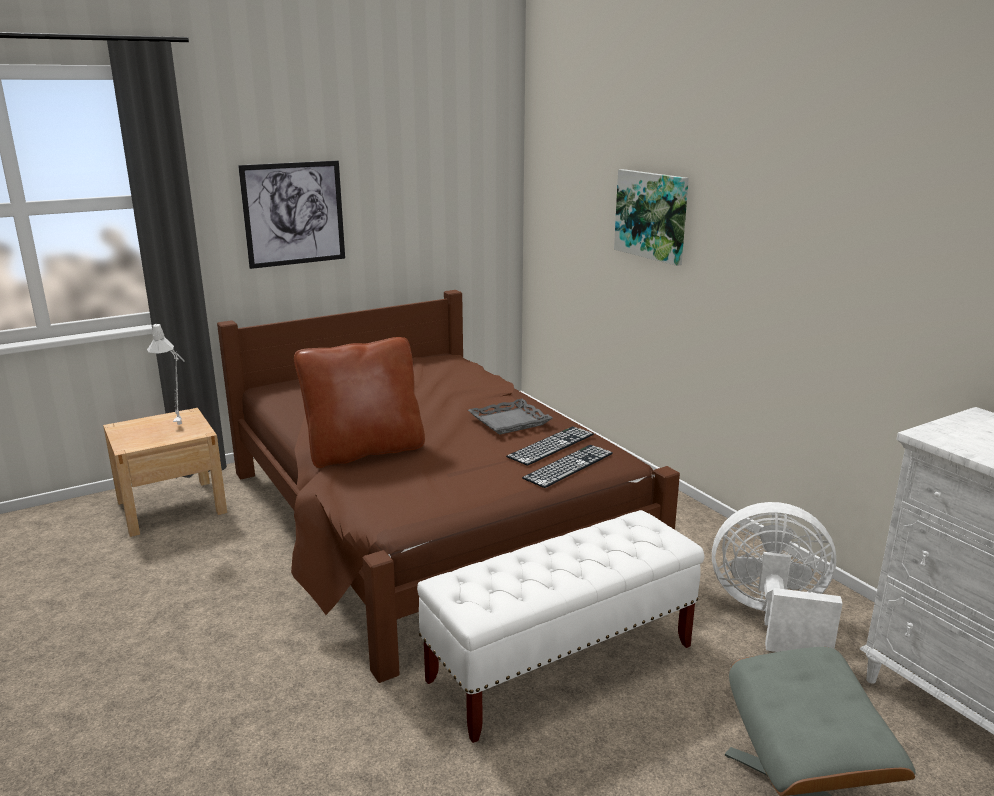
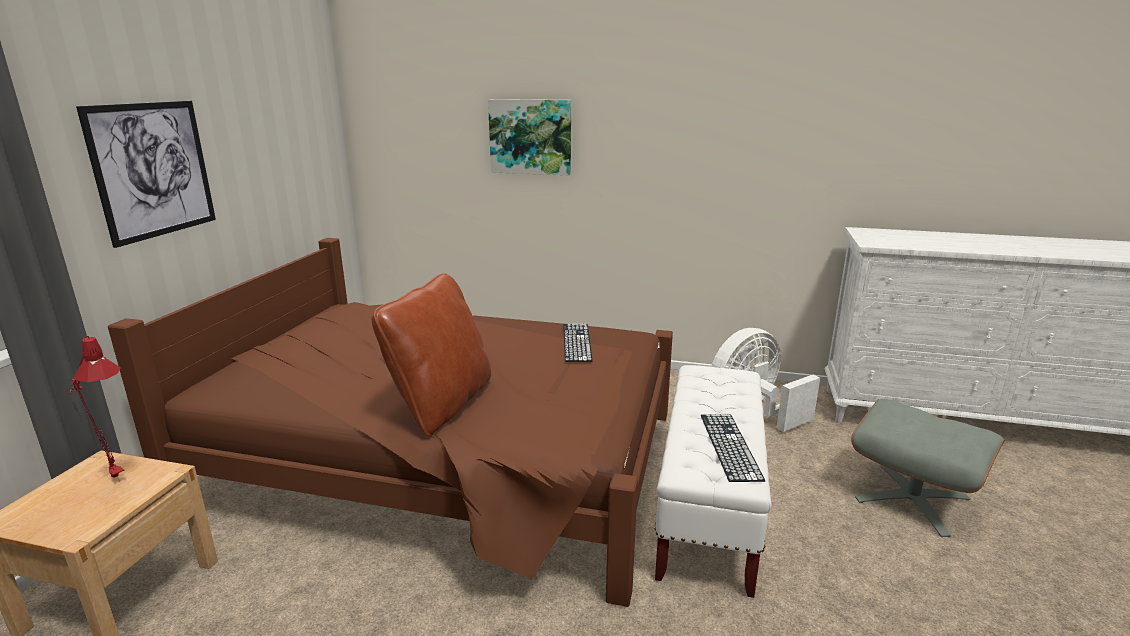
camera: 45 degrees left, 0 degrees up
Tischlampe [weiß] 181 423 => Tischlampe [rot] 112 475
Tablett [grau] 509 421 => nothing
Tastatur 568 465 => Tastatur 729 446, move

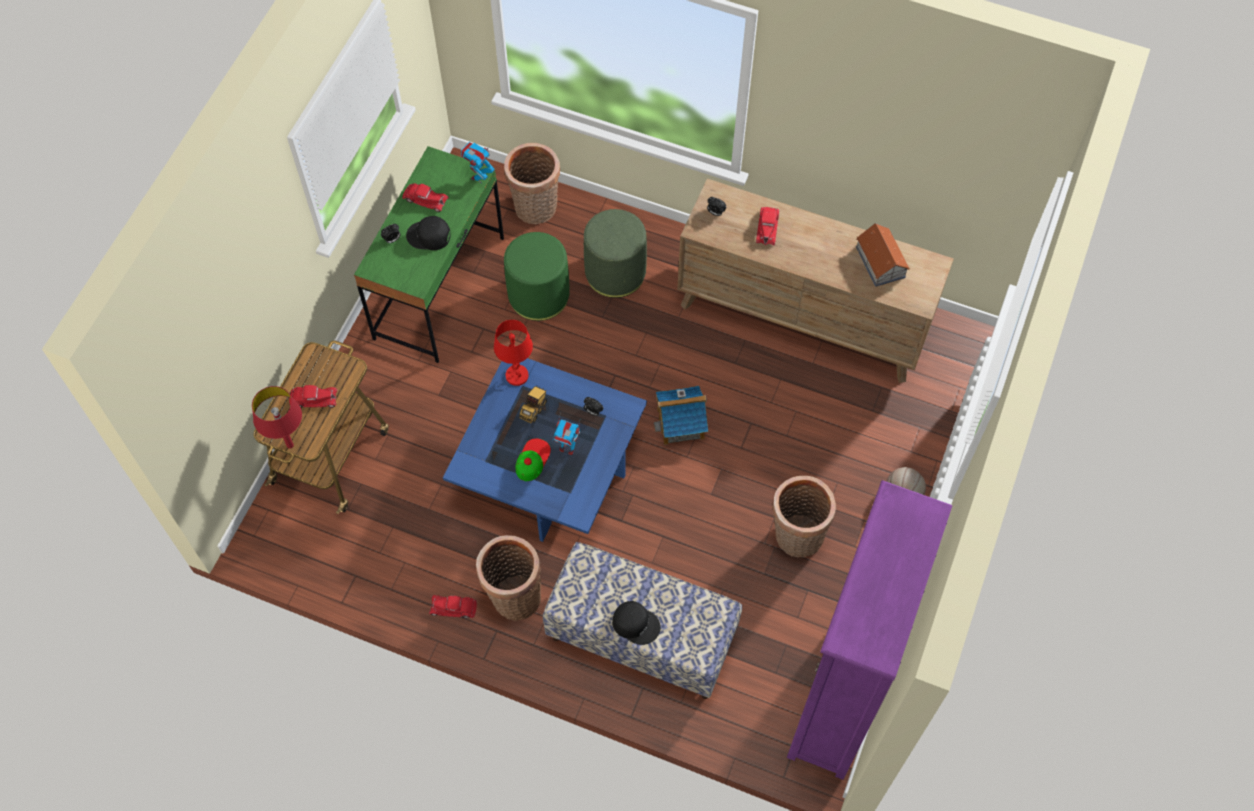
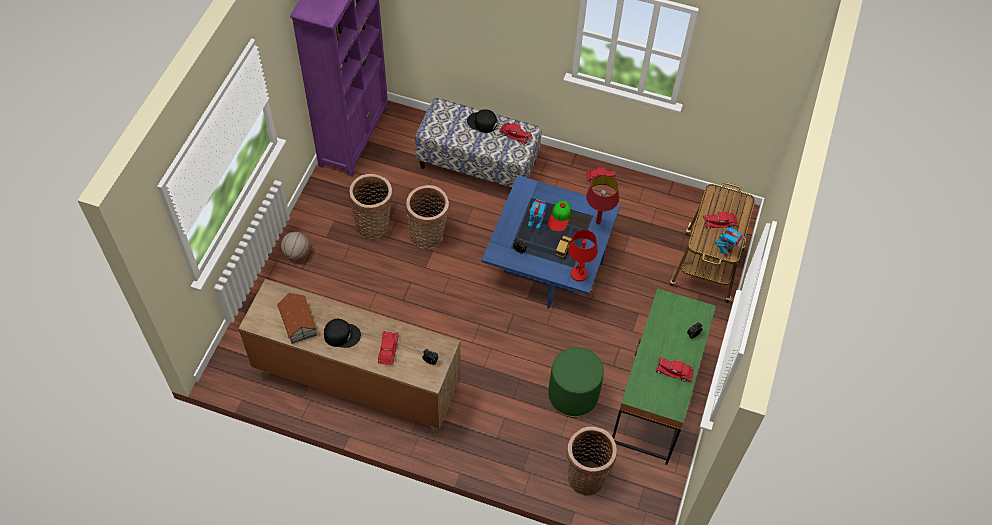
camera: 175 degrees right, 5 degrees down
Spielzeugroboter 479 177 => Spielzeugroboter 725 251, move
Polsterhocker [grün] 615 272 => nothing
Kappe [schwarz] 429 236 => Kappe [schwarz] 342 334, move
Tischlampe [rot] 290 445 => Tischlampe [rot] 598 222, move
Spielzeughaus 681 423 => nothing
Korb 513 596 => Korb 429 236, move
nothing => Spielzeugauto [rot] 515 135

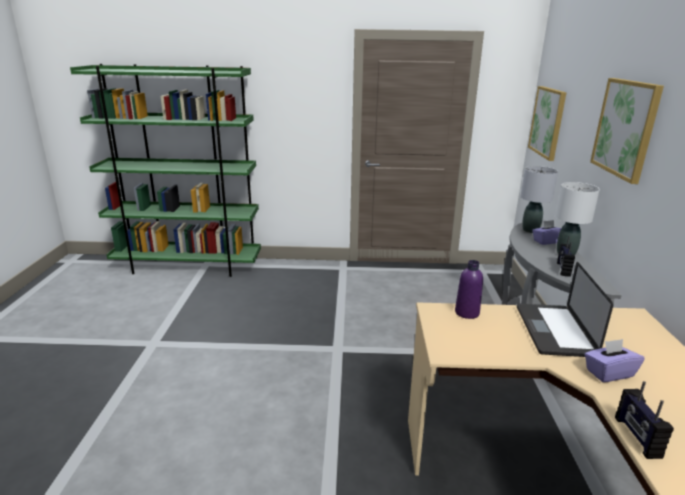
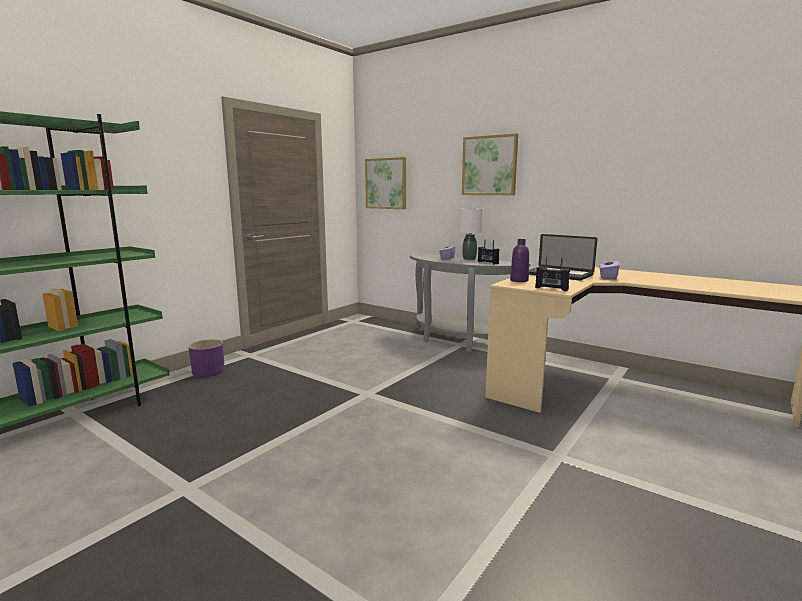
camera: 55 degrees left, 10 degrees down
Tischlampe [grau] 530 230 => nothing
Radio 636 437 => Radio 551 289, move
nothing => Pflanzkübel [lila] 208 371

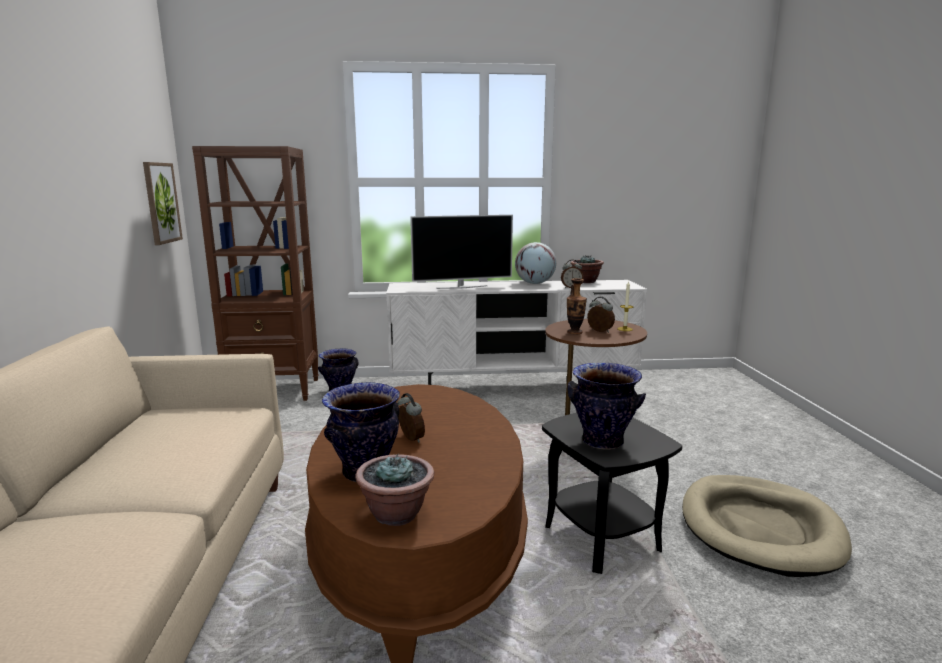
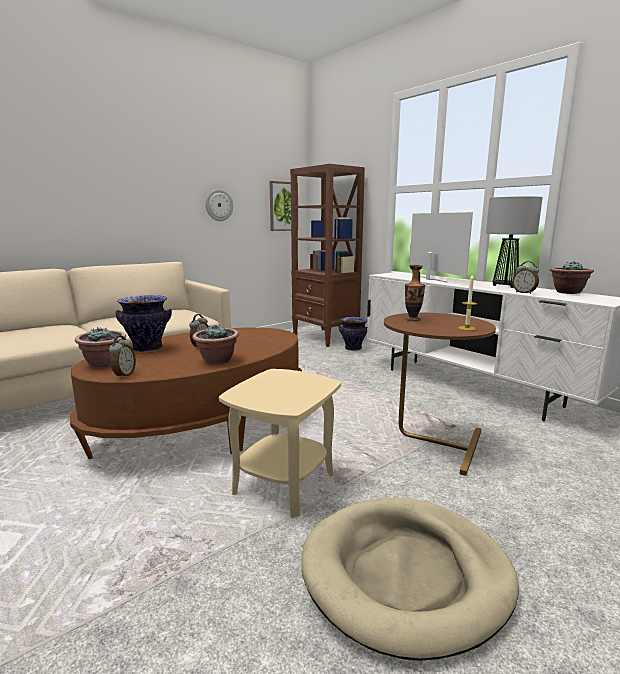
camera: 55 degrees right, 0 degrees up
Fernseher 461 287 => Fernseher 431 279, 150 degrees counterclockwise
Globus 535 283 => Tischlampe 505 286
Wecker 599 331 => Wecker 124 375, move
Vase 602 441 => nothing
Beistelltisch [schwarz] 602 537 => Beistelltisch [beige] 284 484
nothing => Wanduhr 219 205
nothing => Topfpflanze 217 361

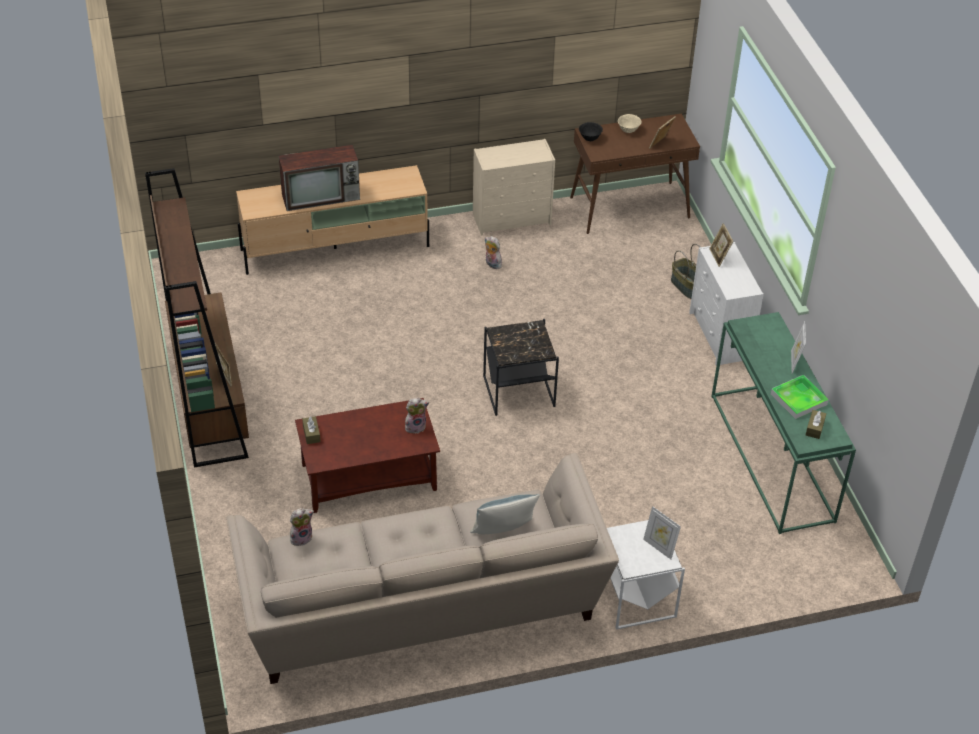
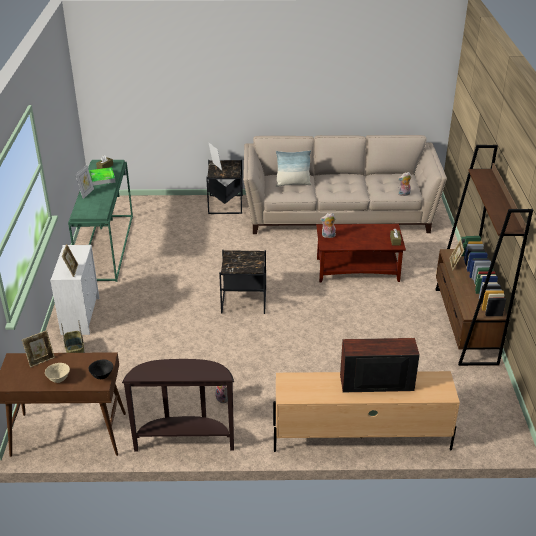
camera: 165 degrees left, 10 degrees down
Kommode [beige] 512 219 => Konsolentisch [braun] 184 441
Beistelltisch [weiß] 635 597 => Beistelltisch [schwarz] 226 204

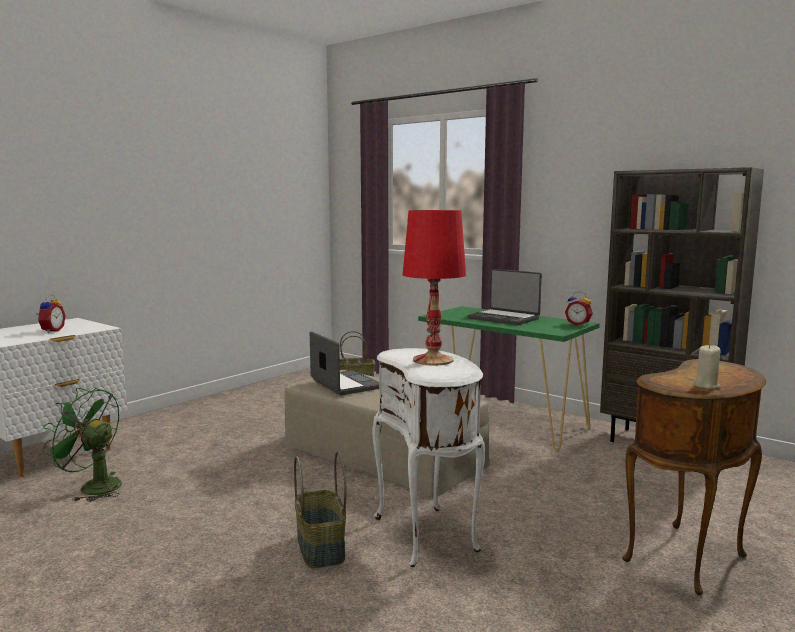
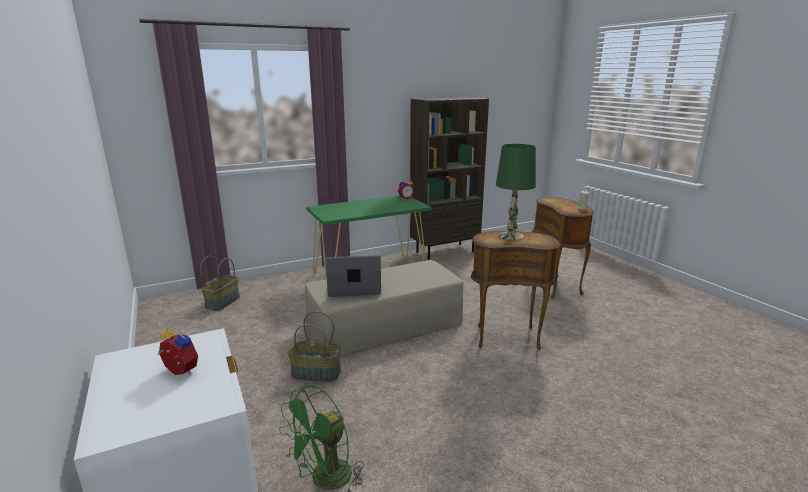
camera: 65 degrees left, 10 degrees up
Tischlampe [rot] 433 360 => Tischlampe [grün] 510 236
Laptop 504 318 => nothing
Beistelltisch [weiß] 429 534 => Beistelltisch [braun] 506 336
Korb 319 547 => Korb 315 374, move

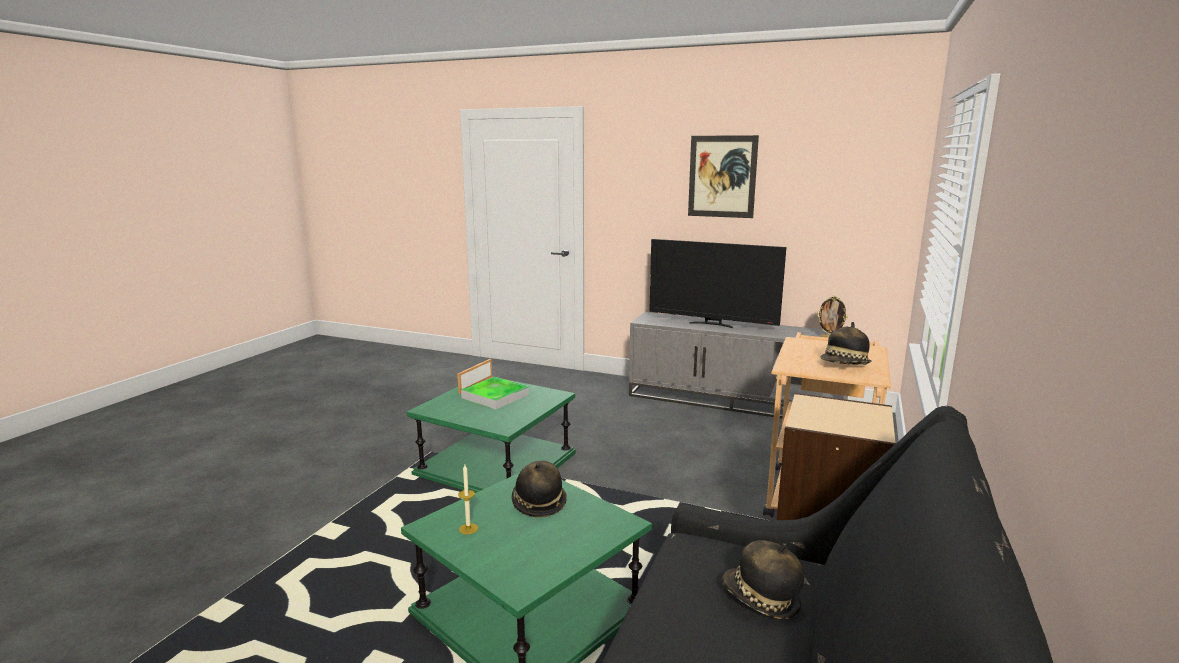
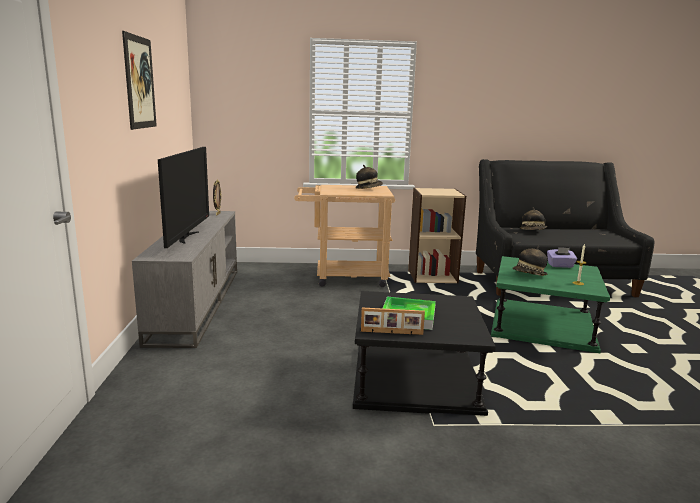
camera: 115 degrees left, 0 degrees up
Beistelltisch [grün] 496 464 => Beistelltisch [schwarz] 416 378
nothing => Taschentuchbox [lila] 560 265

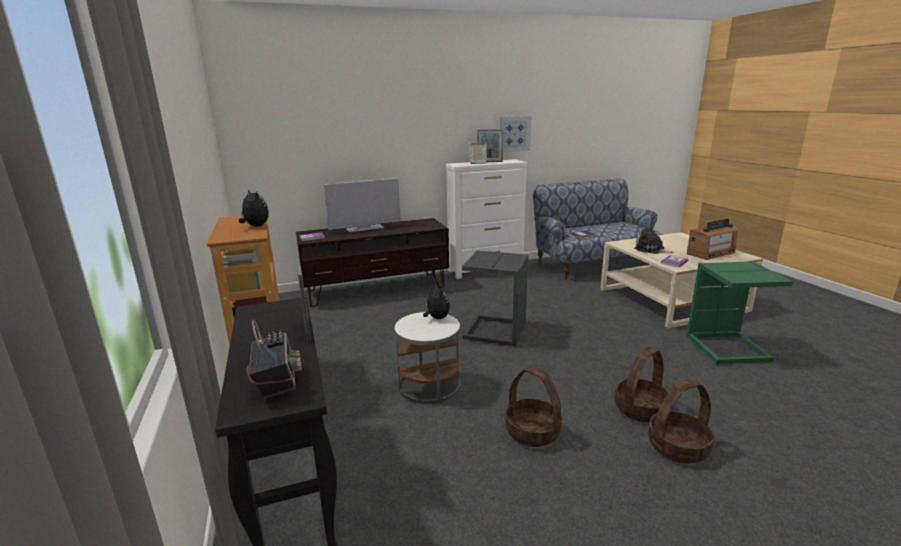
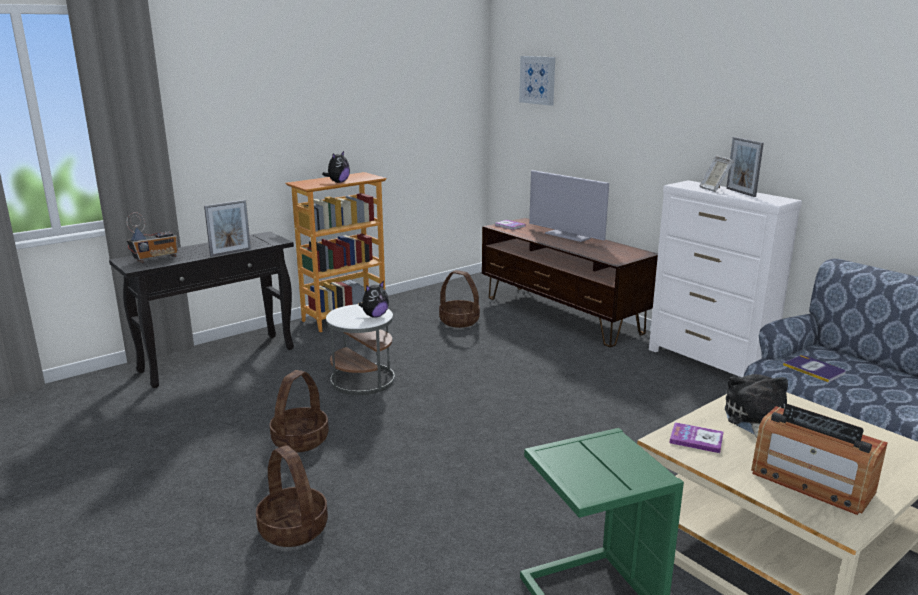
camera: 70 degrees right, 0 degrees up
Bild 514 134 => Bild 537 80, move
Beistelltisch [grau] 494 331 => nothing
Korb 640 409 => Korb 459 321, move

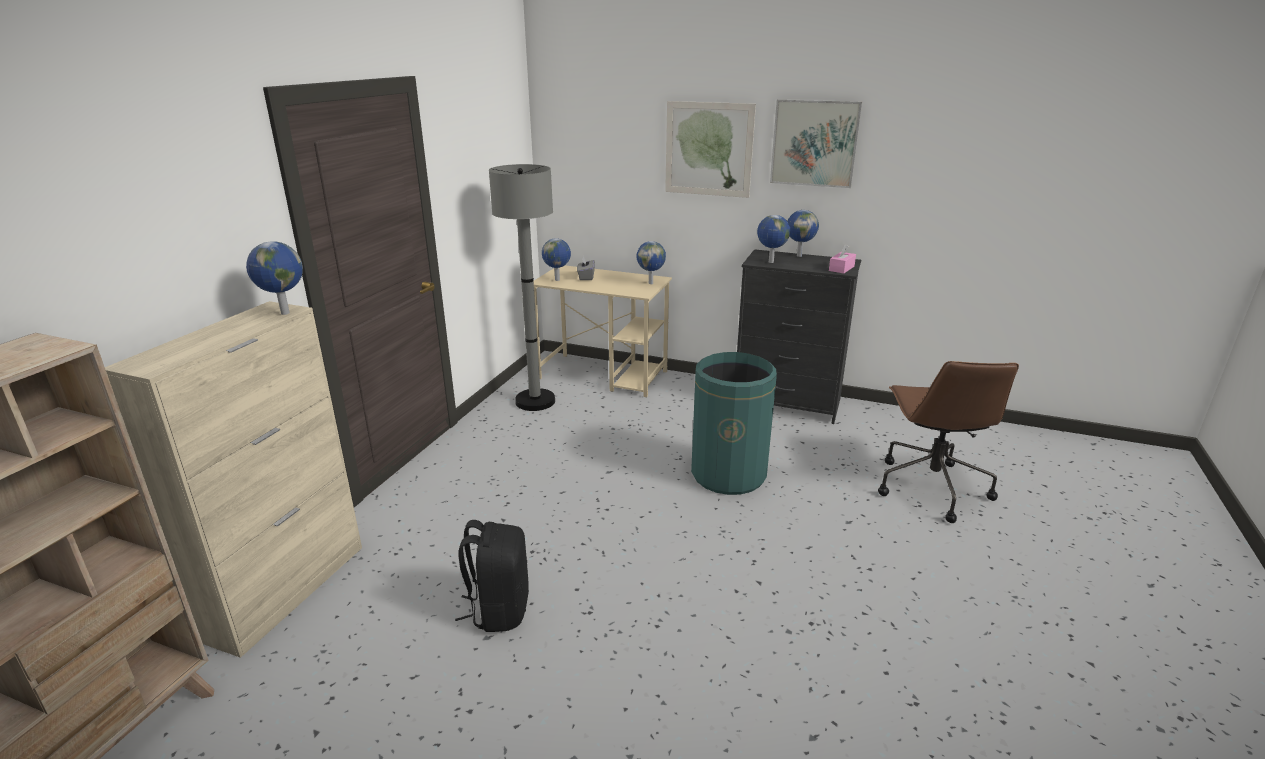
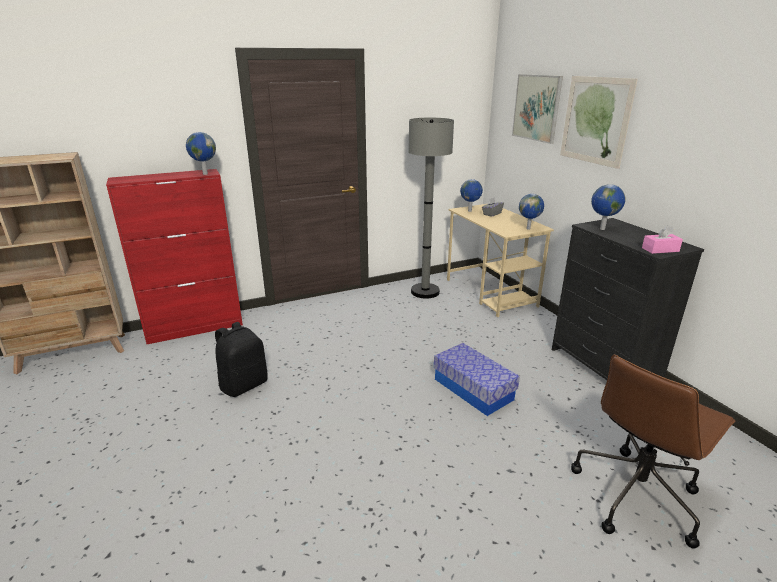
camera: 45 degrees right, 0 degrees up
Bild 814 143 => Bild 536 108, move
Globus 799 255 => nothing
Schrank [beige] 288 590 => Schrank [rot] 195 328
Mülleimer [grün] 728 474 => Aufbewahrungsbox 473 389

